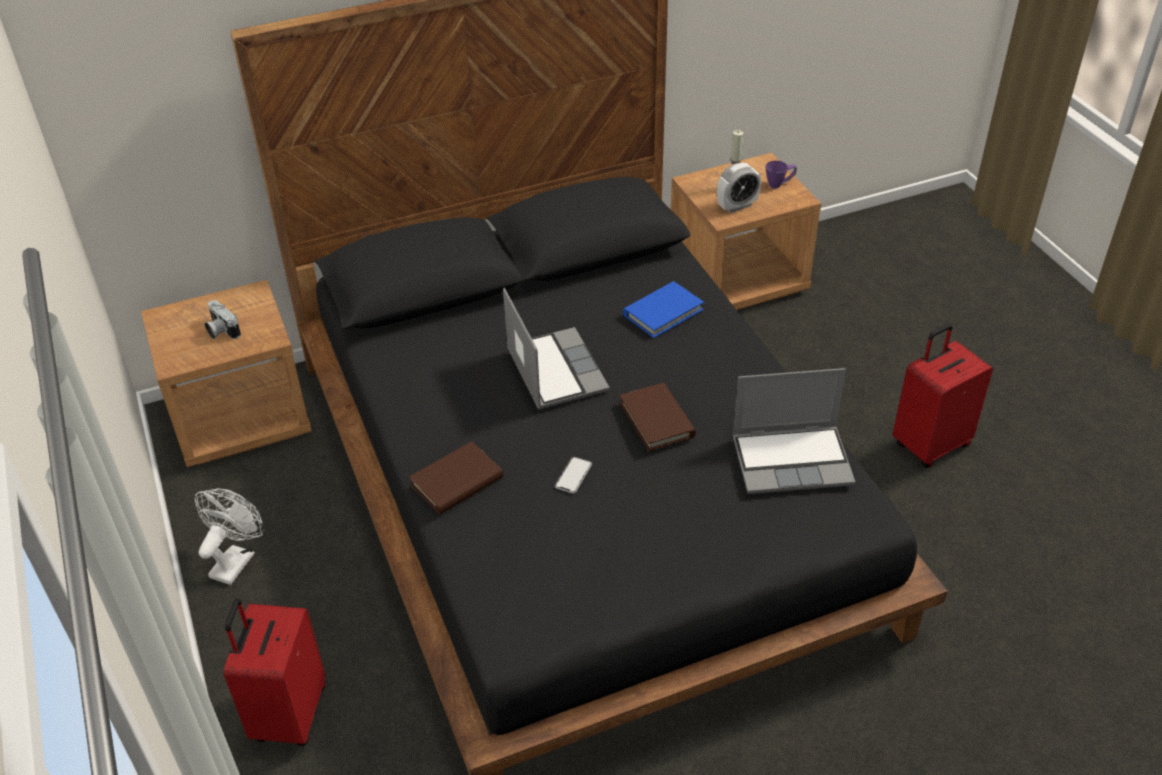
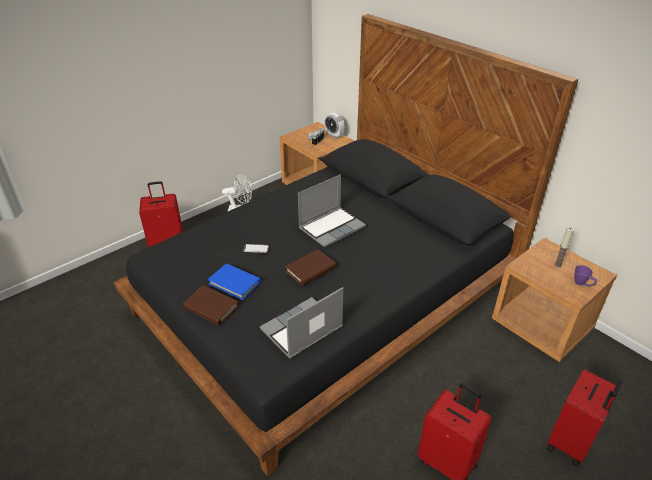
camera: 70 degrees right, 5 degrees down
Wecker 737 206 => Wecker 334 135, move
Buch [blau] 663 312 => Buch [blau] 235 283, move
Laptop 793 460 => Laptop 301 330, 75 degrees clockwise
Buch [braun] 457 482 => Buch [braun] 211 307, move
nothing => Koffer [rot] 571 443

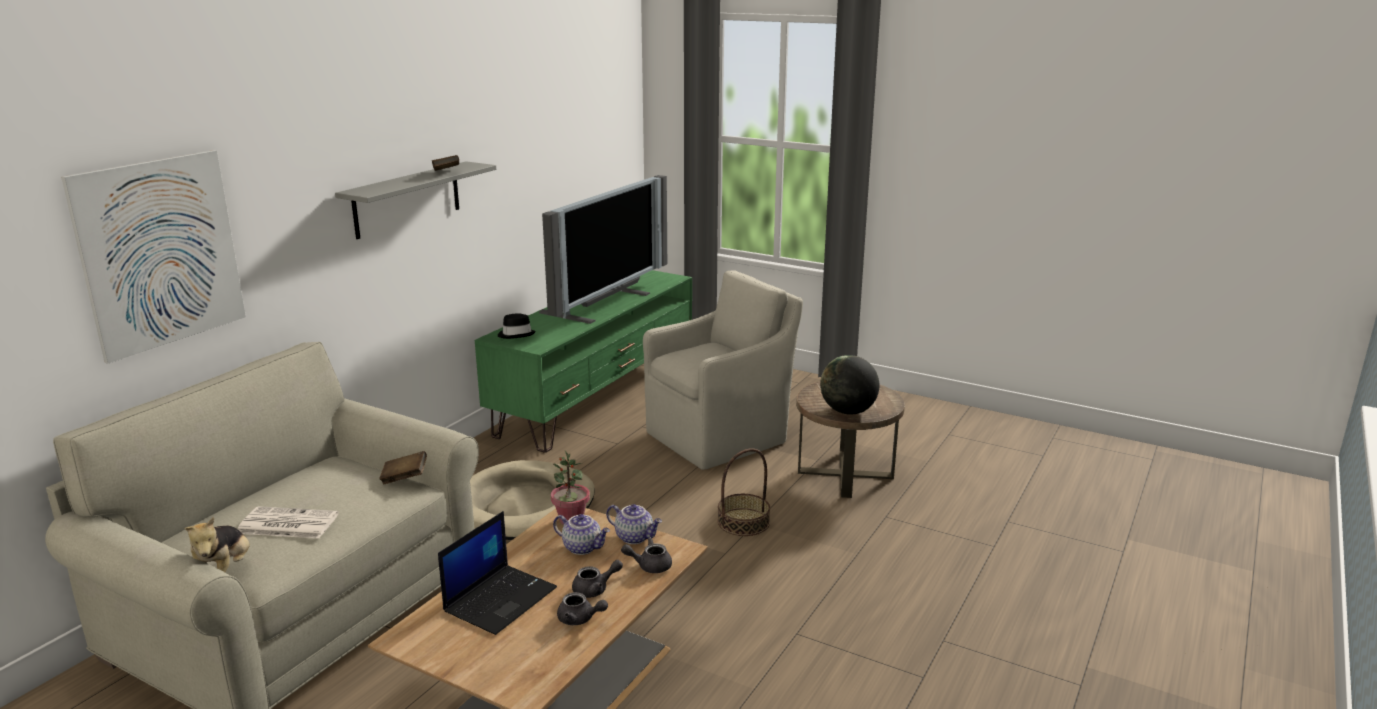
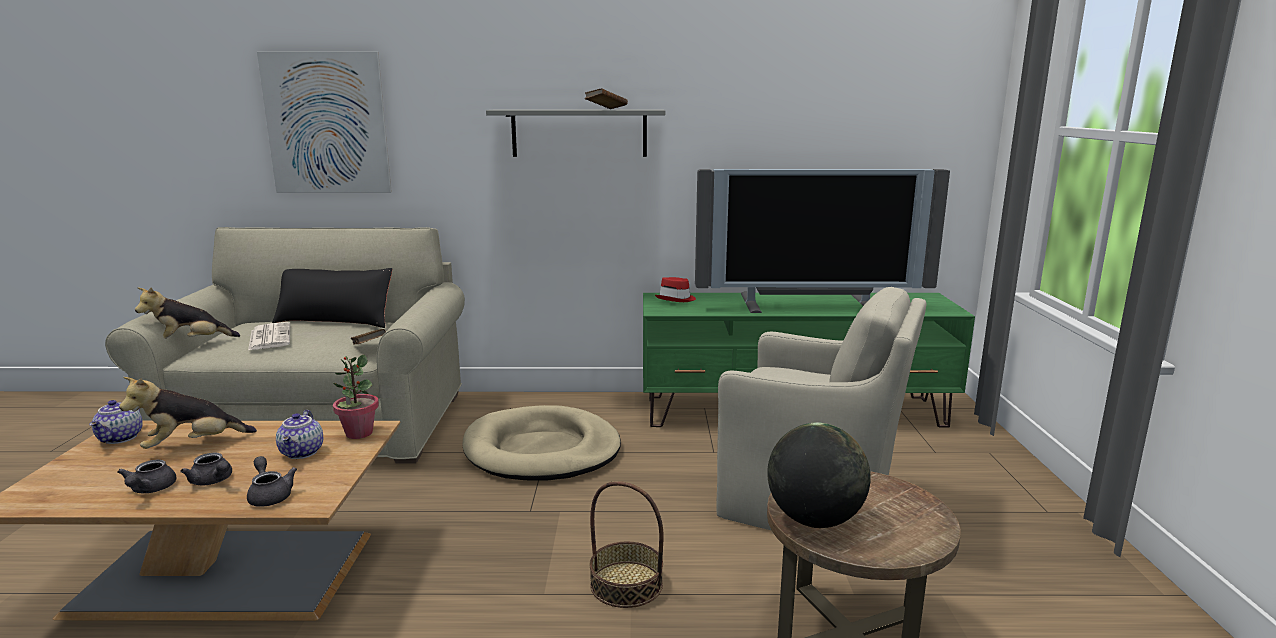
camera: 60 degrees right, 5 degrees down
Hut [schwarz] 516 334 => Hut [rot] 676 299
Teekanne 635 537 => Teekanne 121 438, move
Laptop 500 599 => Plüschtier 192 445
nothing => Kissen [schwarz] 335 321

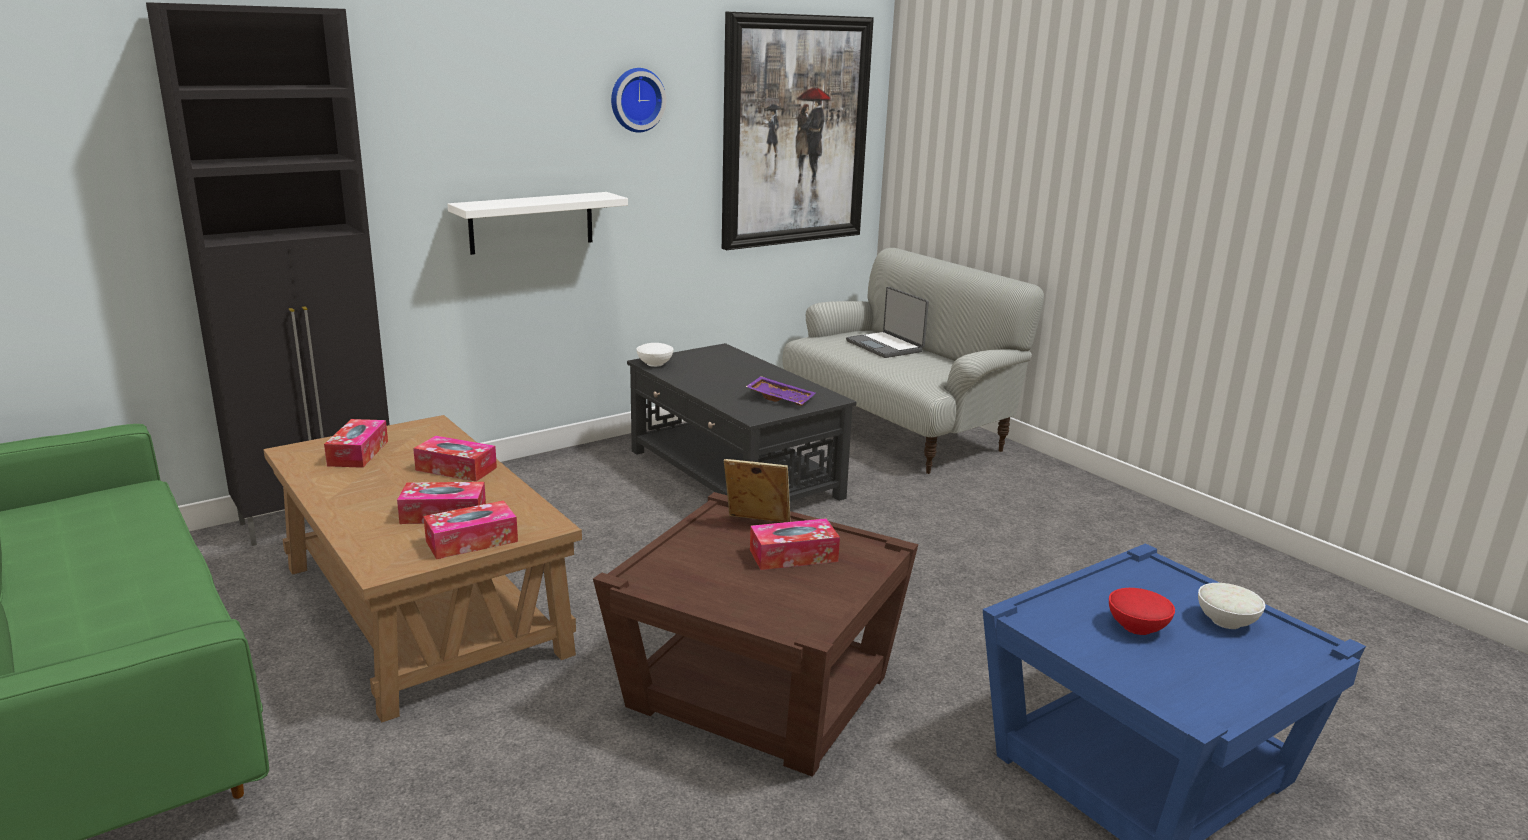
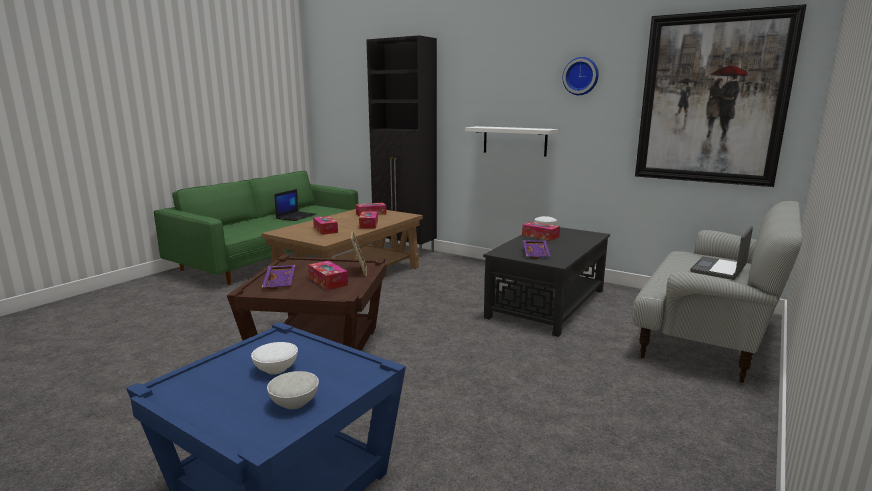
camera: 70 degrees right, 5 degrees down
Taschentuchbox 472 541 => Taschentuchbox 540 236, move
Schüssel [rot] 1136 626 => Schüssel [weiß] 276 369
nothing => Laptop 296 216
nothing => Tablett [lila] 280 282

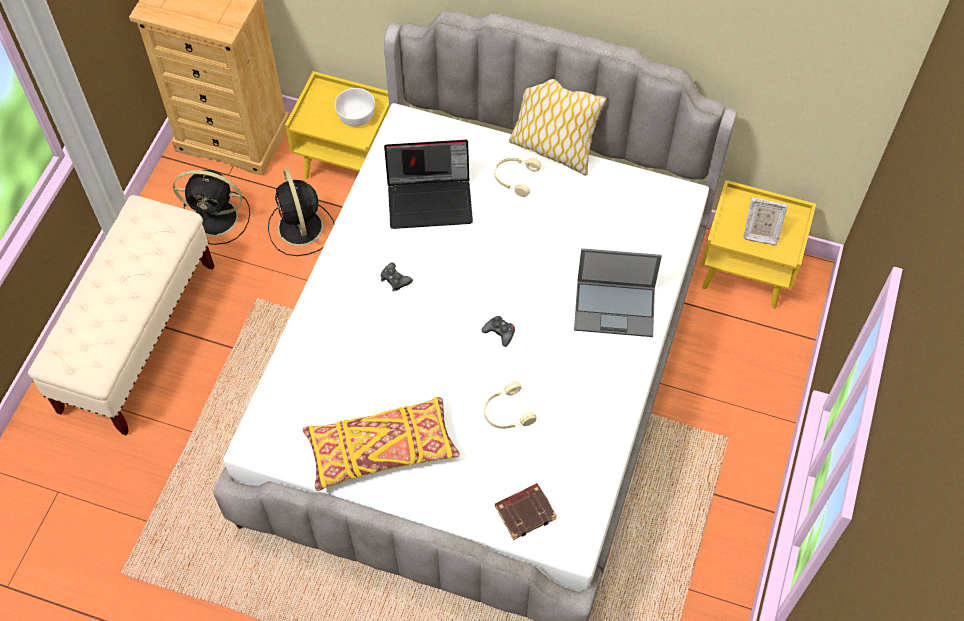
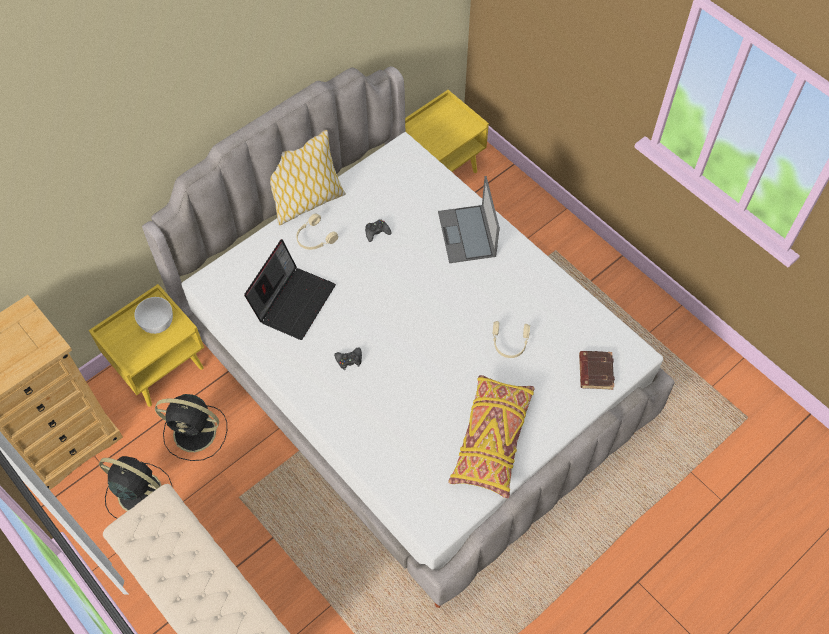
camera: 60 degrees left, 0 degrees up
Ventilator [schwarz] 217 218 => Ventilator [schwarz] 138 492, 105 degrees counterclockwise
Bilderrahmen 760 233 => nothing
Laptop 615 308 => Laptop 467 235, 135 degrees clockwise
Gamepad [schwarz] 499 332 => Gamepad [schwarz] 377 232, move

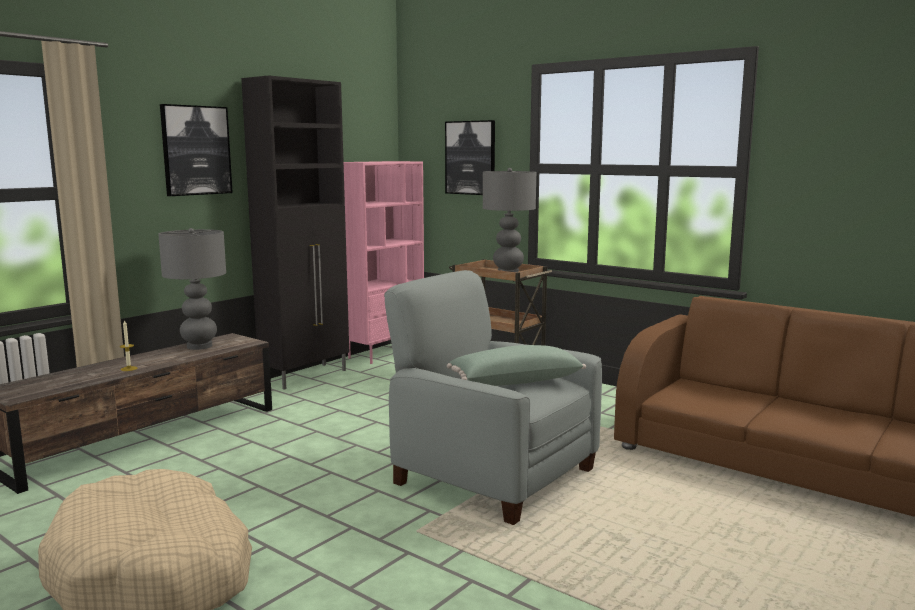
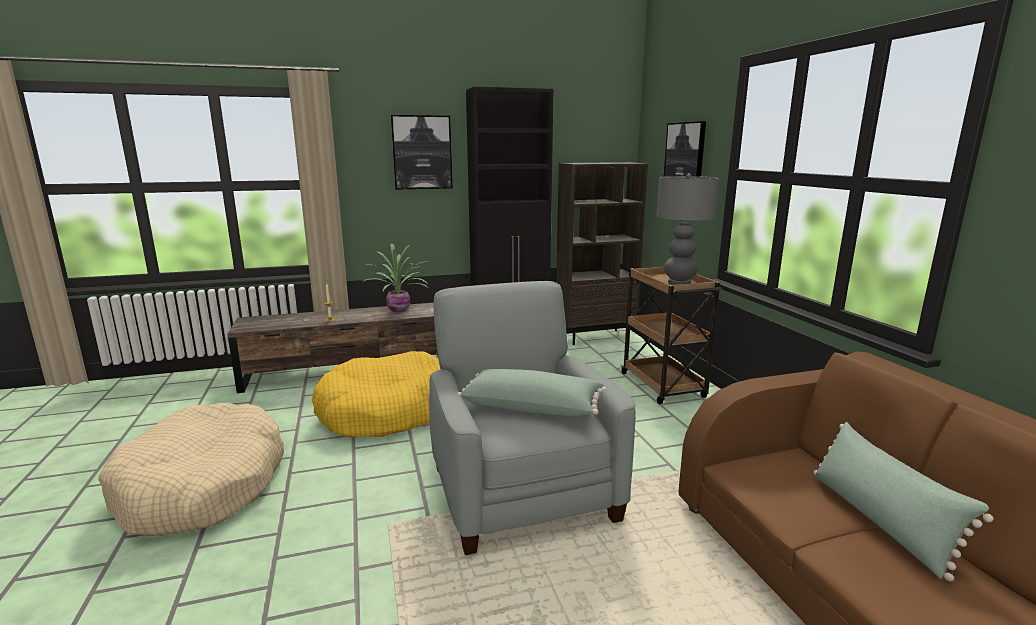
camera: 35 degrees right, 5 degrees up
Bücherregal [rosa] 383 353 => Bücherregal [braun] 595 337
Tischlampe [grau] 200 346 => Topfpflanze 400 309
nothing => Hundebett [gelb] 387 411
nothing => Kissen [grün] 879 521

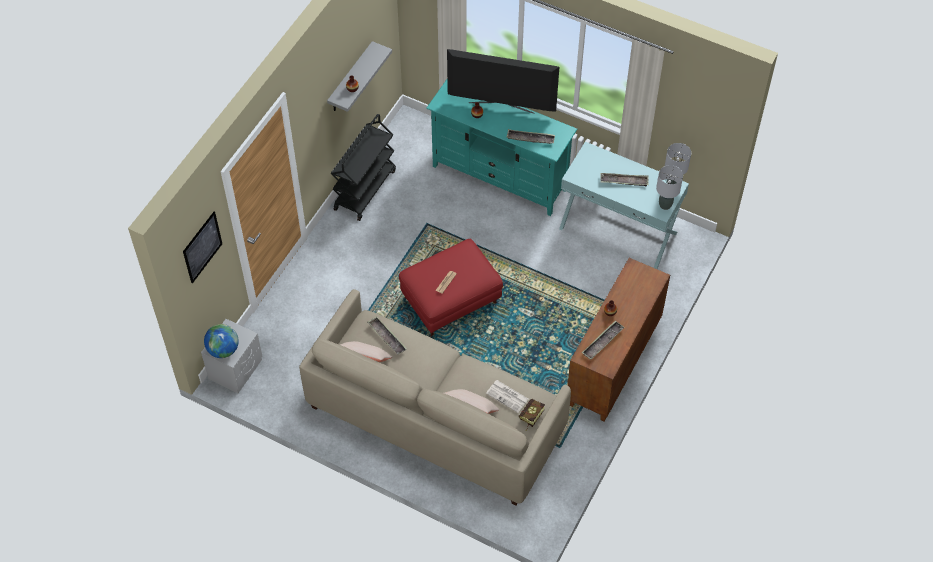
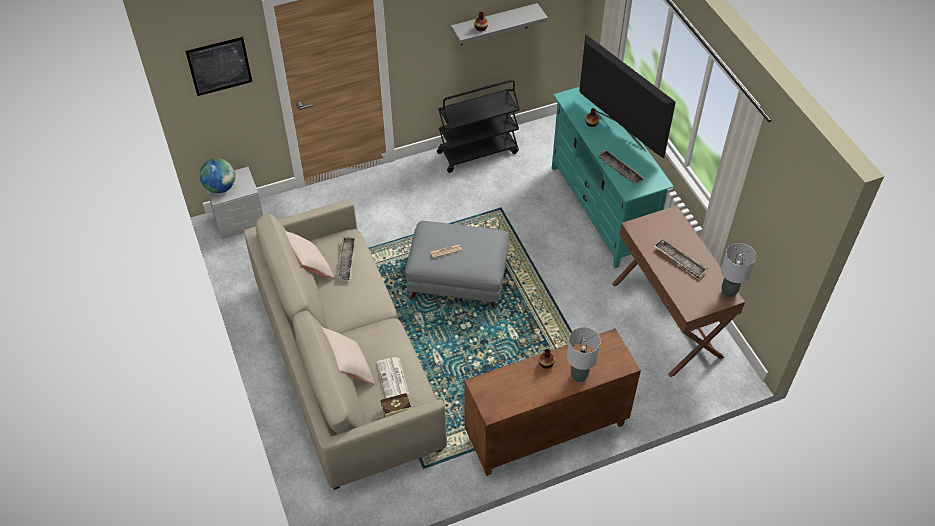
camera: 40 degrees right, 5 degrees down
Konsolentisch [türkis] 618 230 => Konsolentisch [braun] 667 319
Tischlampe [grau] 665 205 => Tischlampe [grau] 578 376, move
Polsterhocker [rot] 450 301 => Polsterhocker [grau] 457 280
Tablett 602 342 => nothing

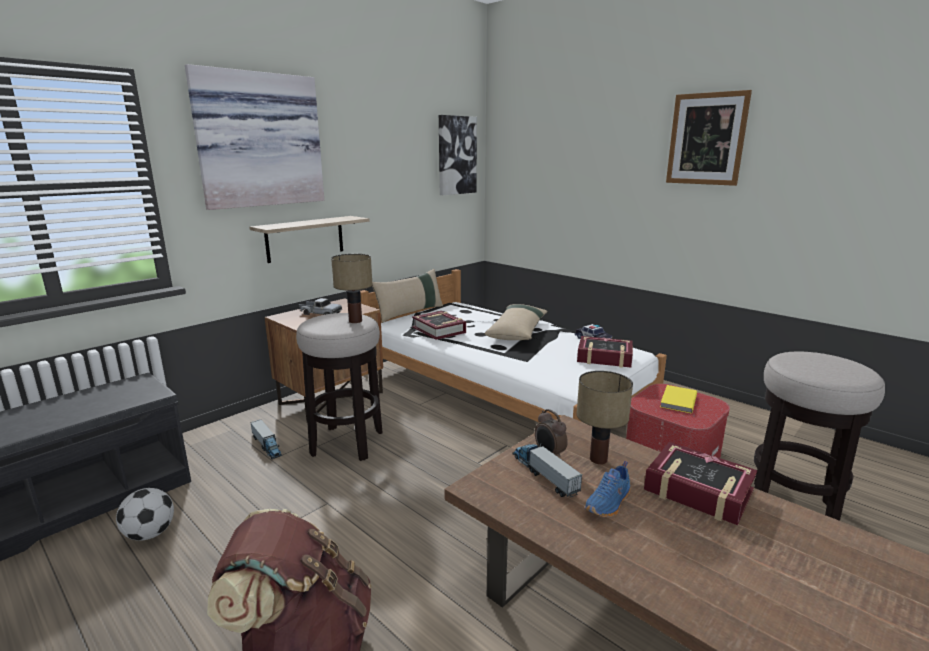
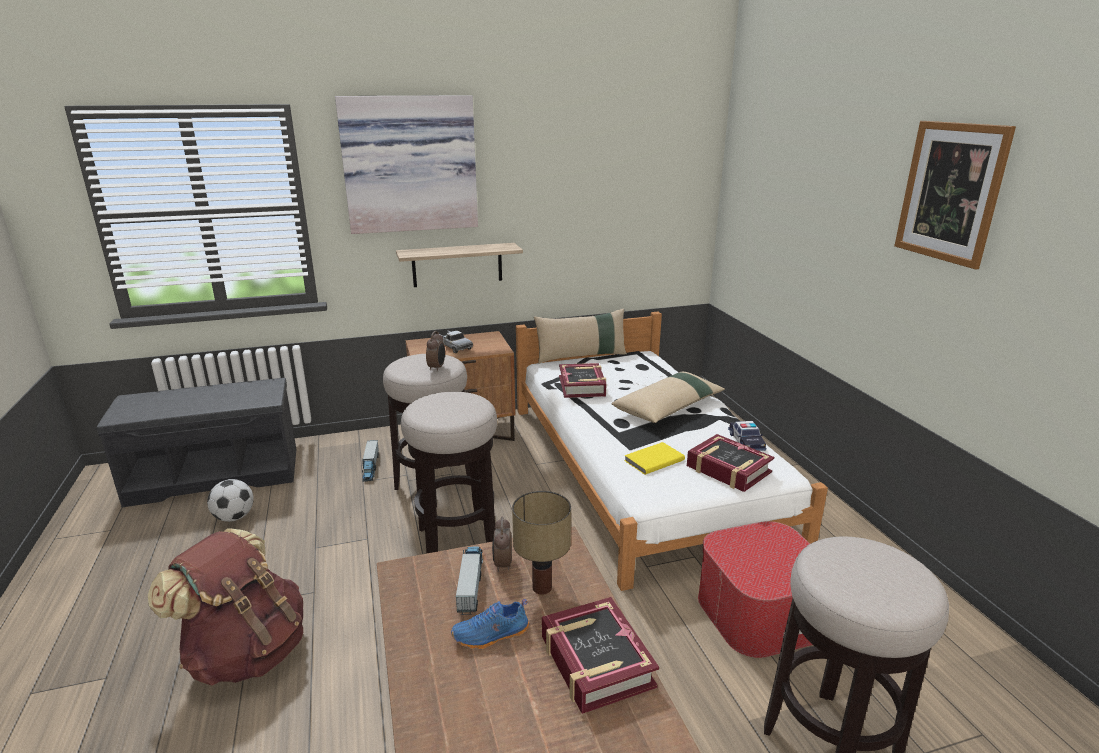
camera: 30 degrees right, 5 degrees up
Bild 456 155 => nothing
Tischlampe 354 321 => Wecker 437 368
Buch [gelb] 677 401 => Buch [gelb] 652 460, move
nothing => Hocker 457 540

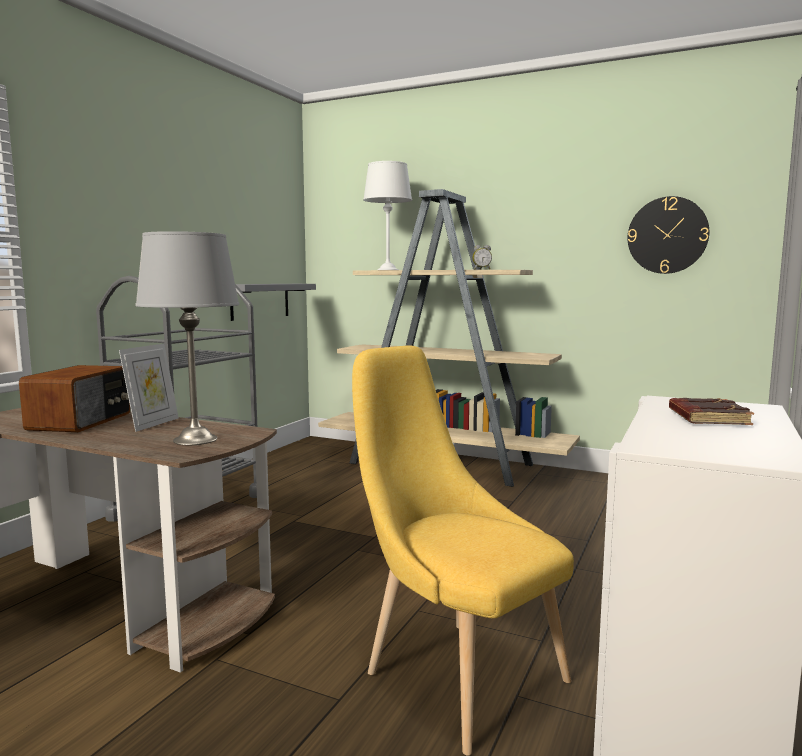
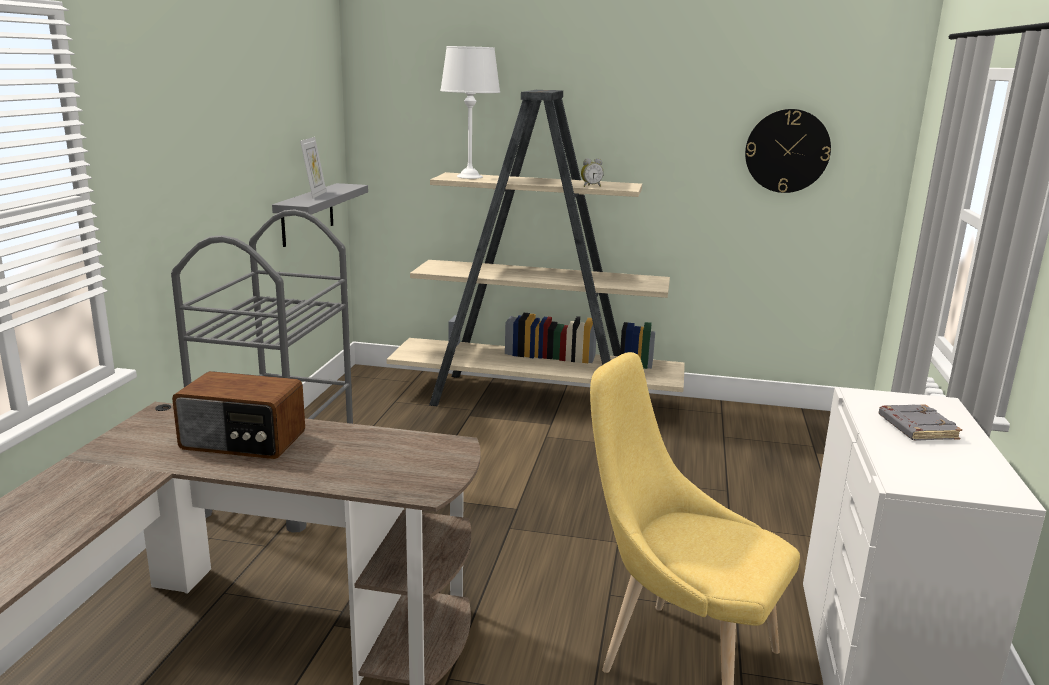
camera: 15 degrees left, 10 degrees up
Tischlampe [grau] 194 440 => nothing
Bilderrahmen 152 424 => Bilderrahmen 315 195, move
Radio 82 421 => Radio 243 441, 105 degrees clockwise
Buch [braun] 706 418 => Buch [grau] 916 428

